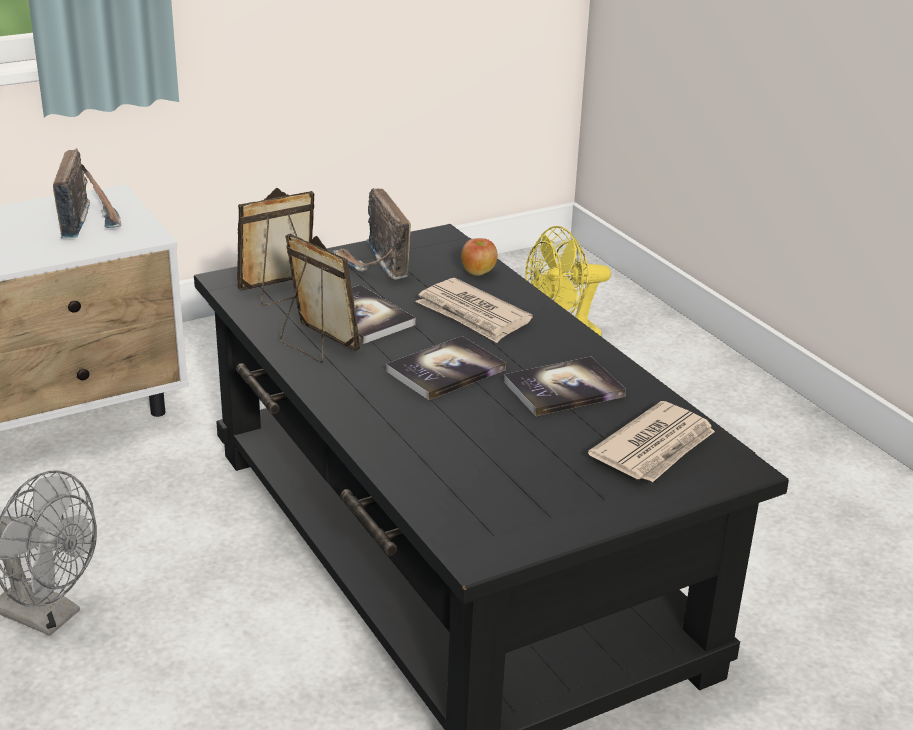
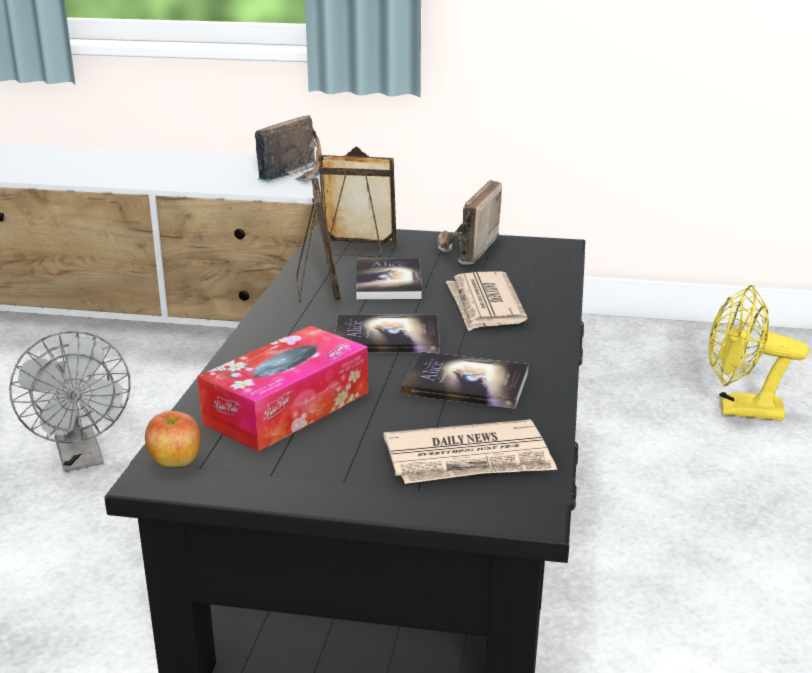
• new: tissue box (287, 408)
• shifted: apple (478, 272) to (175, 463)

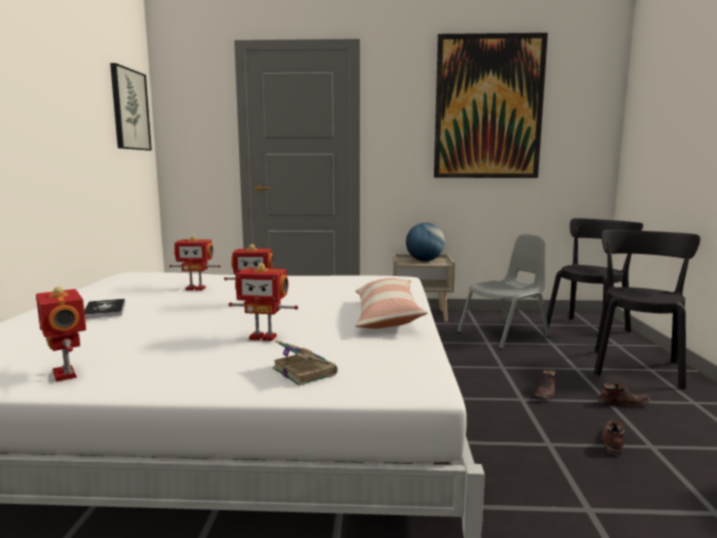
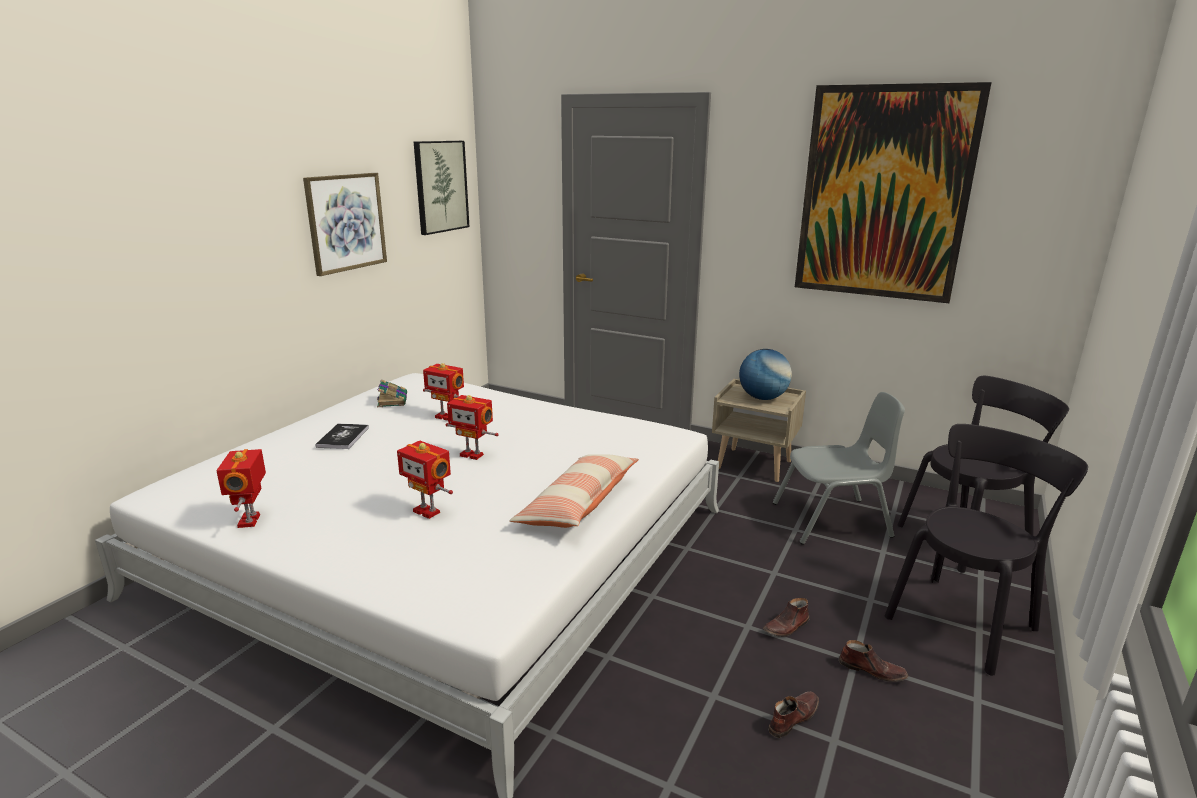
• new: wall picture (346, 222)
• shifted: bound book (303, 371) to (392, 400)

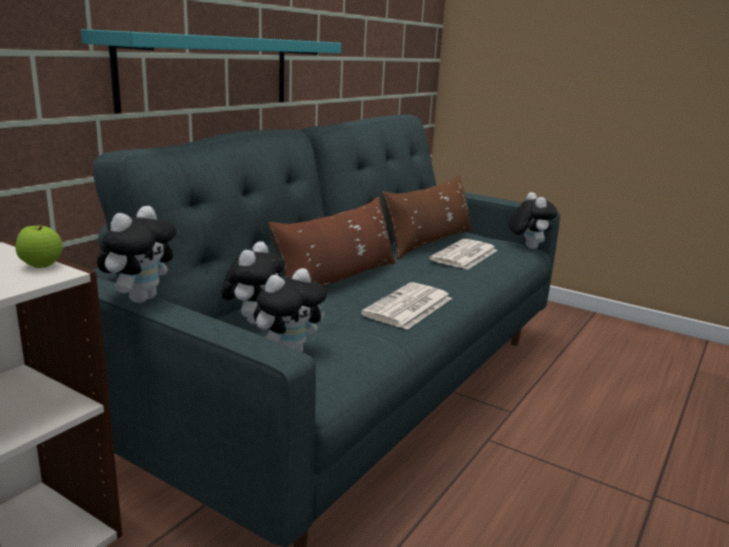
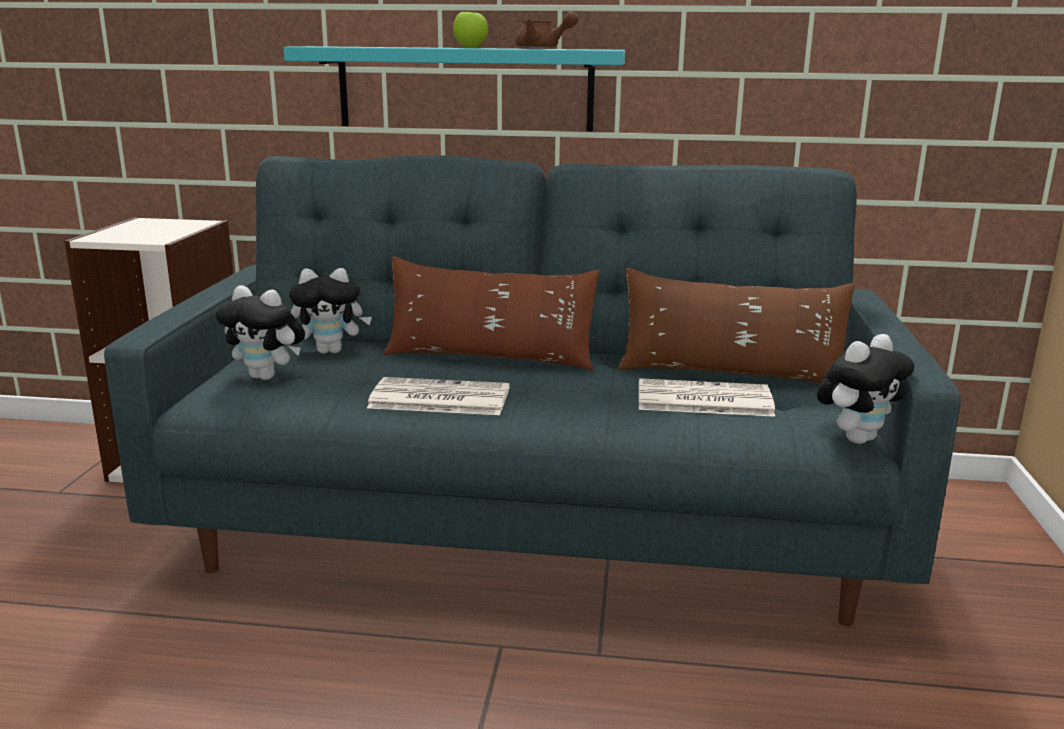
• gone: plush toy (141, 298)
• new: brown-coloured teapot (542, 48)
• shifted: apple (41, 266) to (470, 47)

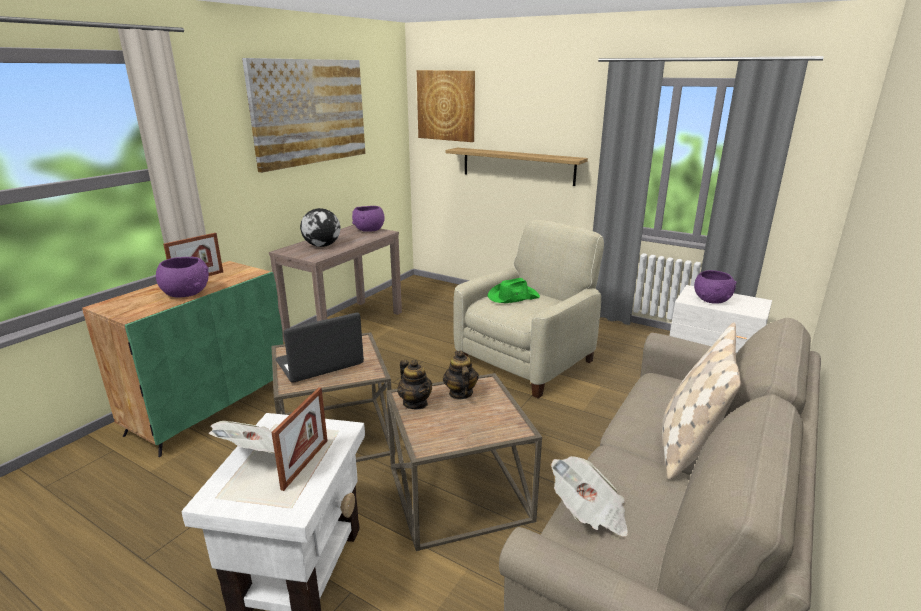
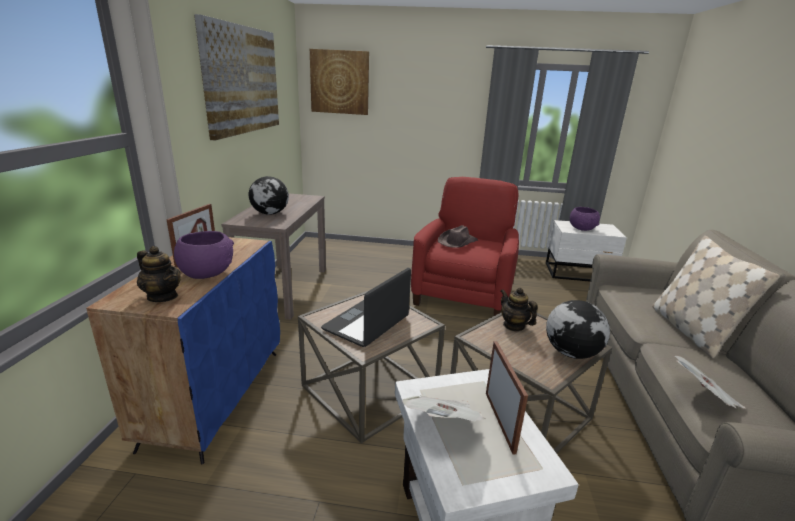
• gone: purple deep dish (368, 230)
• gone: shelf (517, 166)
• new: desk globe (571, 352)
• shifted: teapot (415, 403) to (163, 296)
• repainted: green-coloured storage cabinet (210, 407) to blue-coloured storage cabinet (215, 395)
• repainted: beige-coloured armchair (527, 361) to red-coloured armchair (463, 294)
• repainted: green-coloured wearable hat (512, 297) to brown-coloured wearable hat (457, 242)

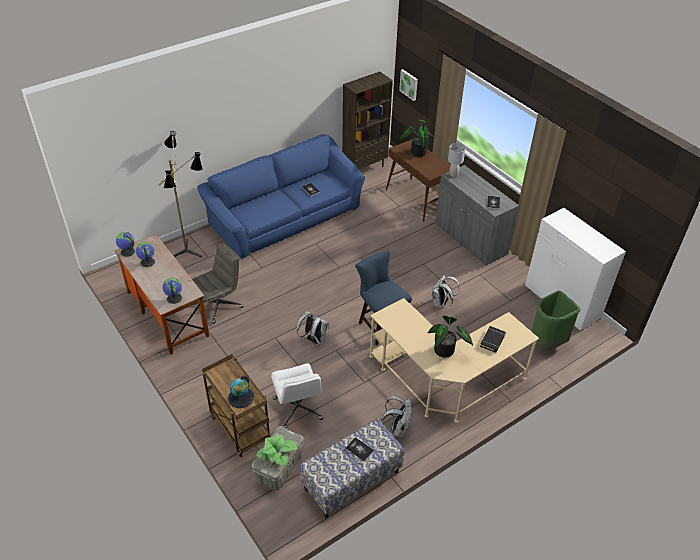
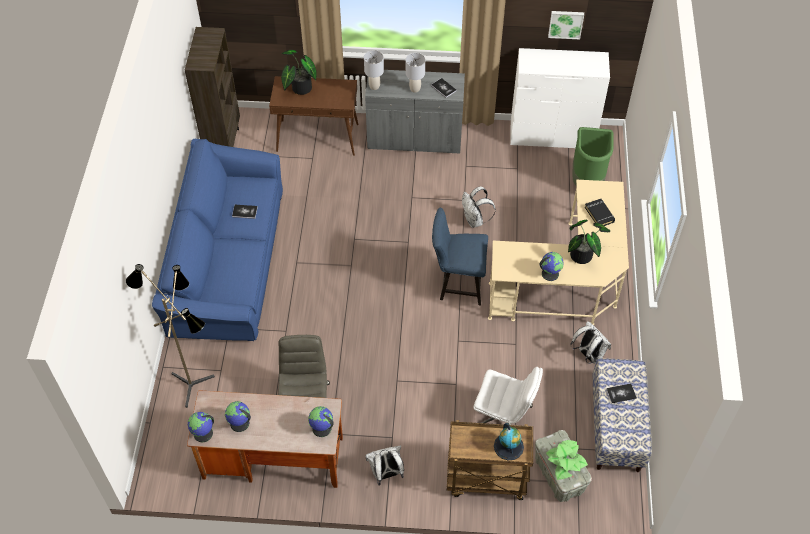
• new: greyish tabletop lamp (415, 89)
• new: desk globe (550, 273)
• shifted: white-coloured backpack (313, 339) to (386, 474)
• shifted: wall picture (409, 84) to (565, 24)

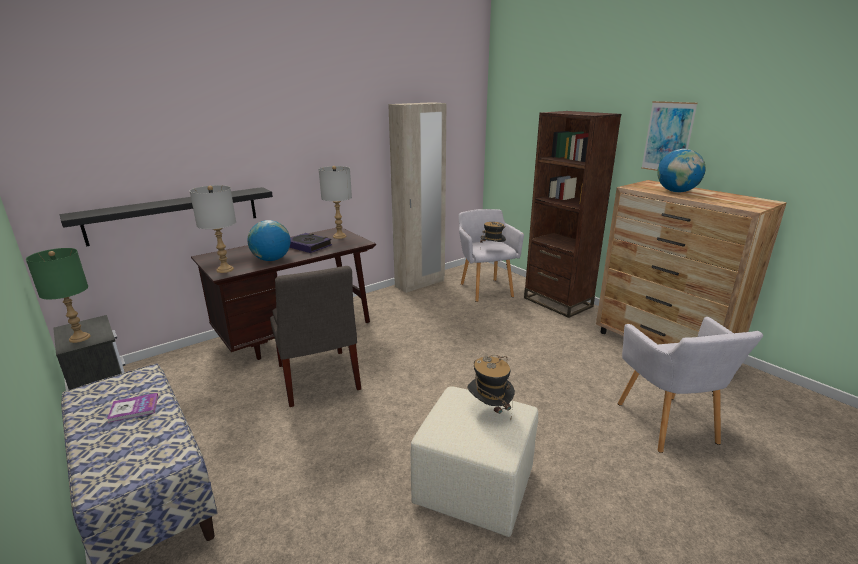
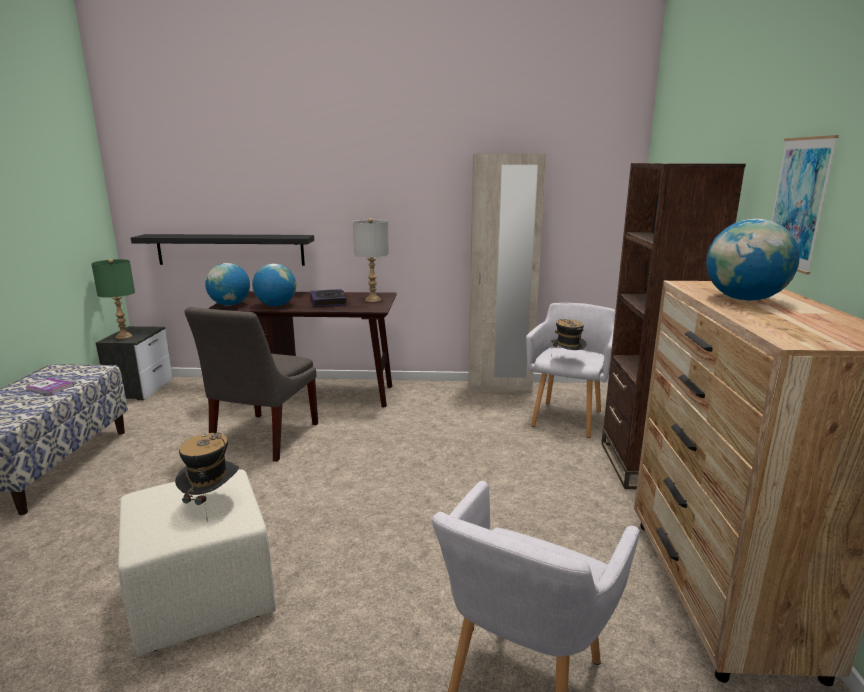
• swapped: greyish tabletop lamp (225, 270) to desk globe (230, 305)

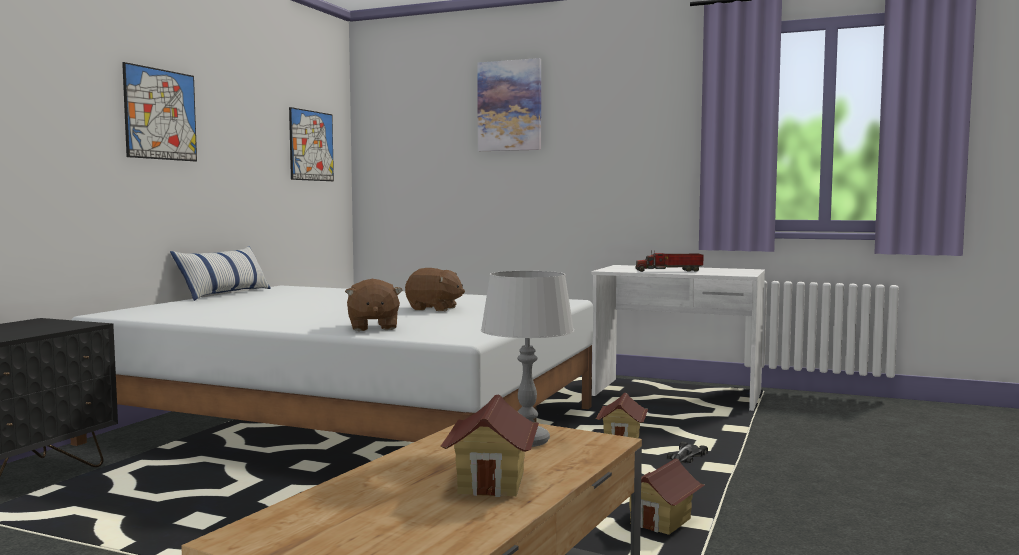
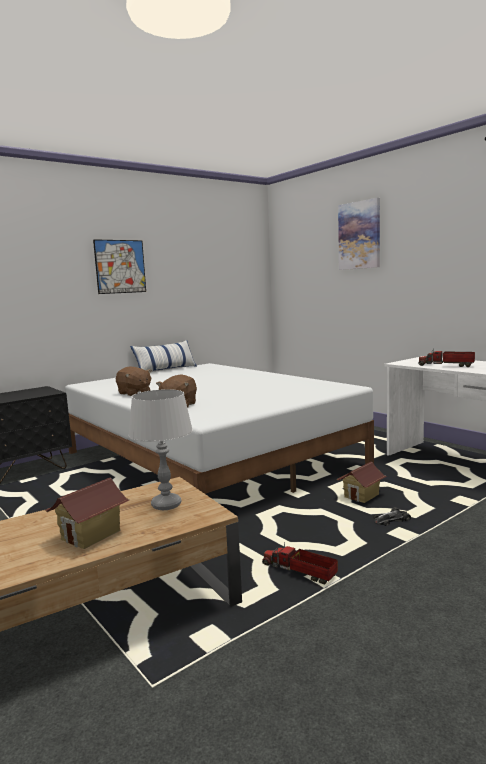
• gone: wall picture (311, 145)
• shifted: brown-coloured plush toy (434, 309) to (134, 393)
• swapped: toy house (661, 523) to toy lorry (300, 573)

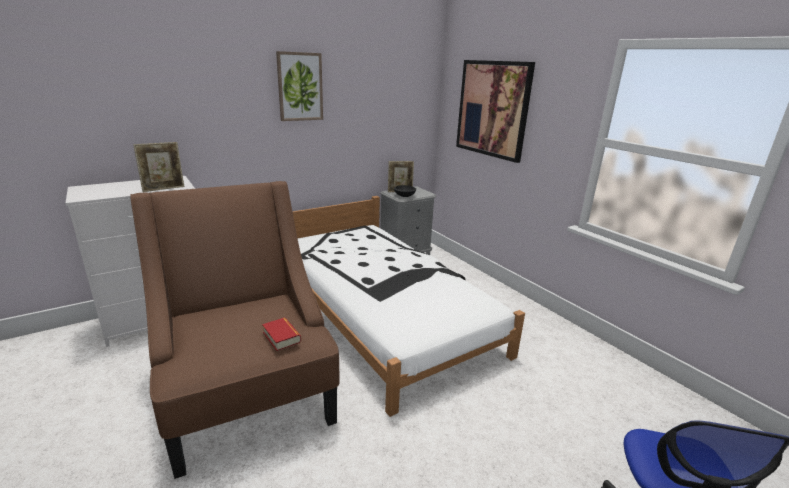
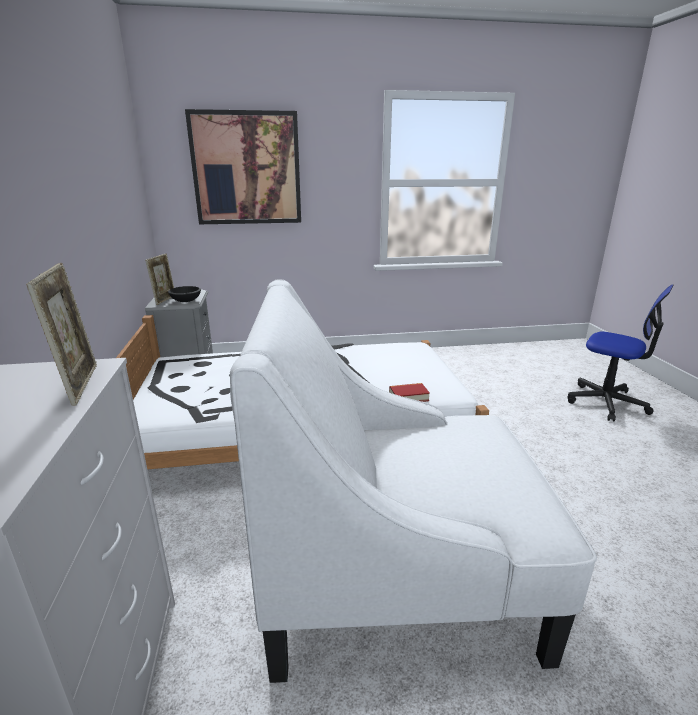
• gone: wall picture (300, 87)
• shifted: bound book (281, 337) to (408, 397)
• repainted: brown-coloured armchair (246, 389) to white-coloured armchair (399, 574)

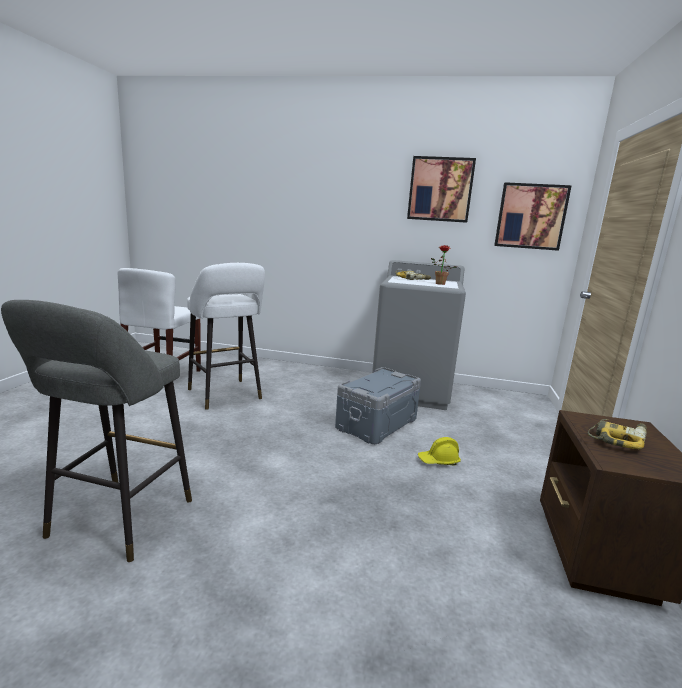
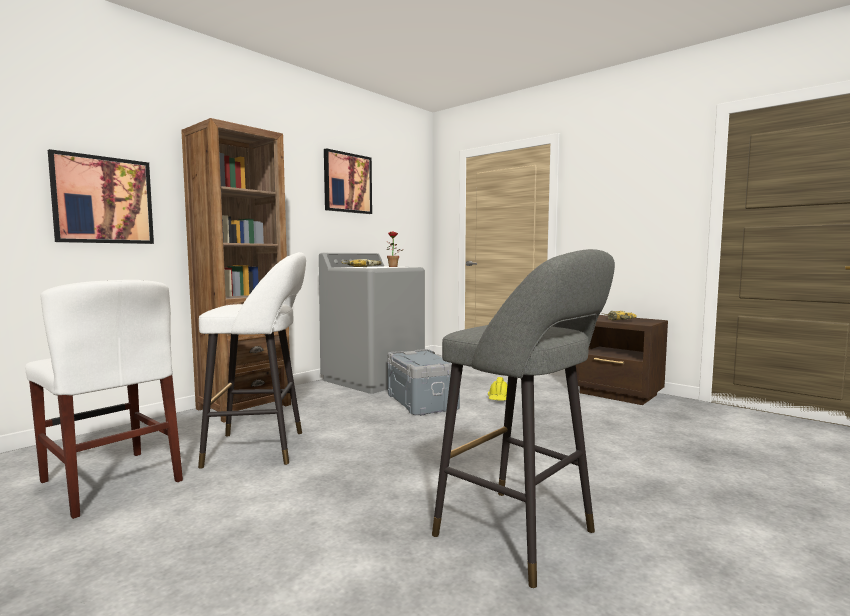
• new: brown-coloured bookshelf (244, 407)
• shifted: wall picture (531, 216) to (103, 200)

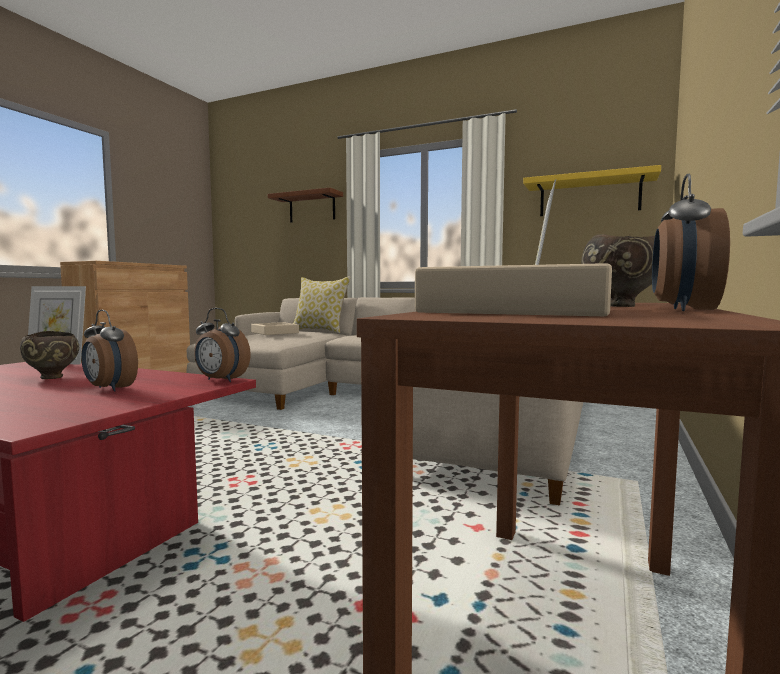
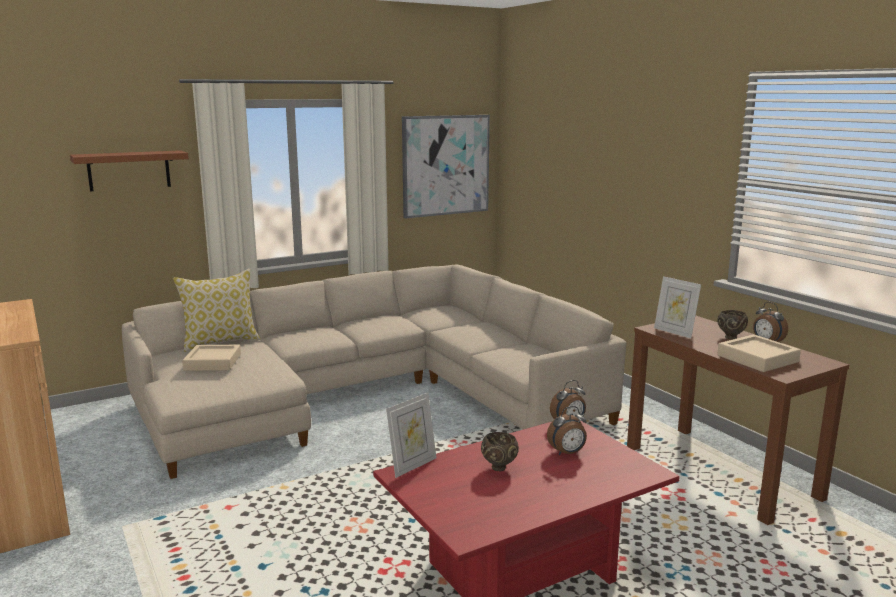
• swapped: yellow-coloured shelf (589, 196) to wall picture (445, 165)

